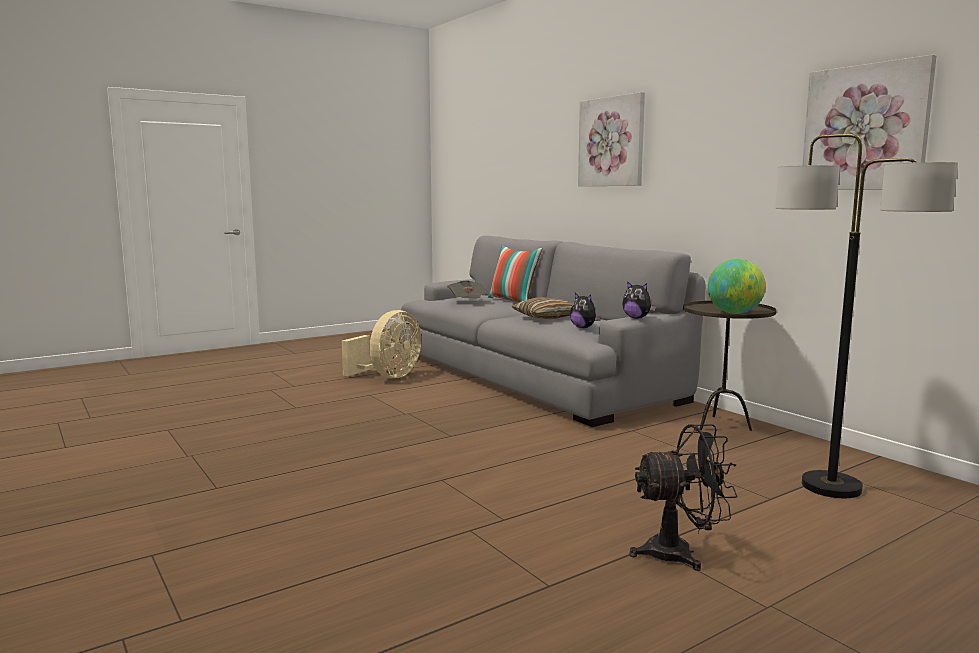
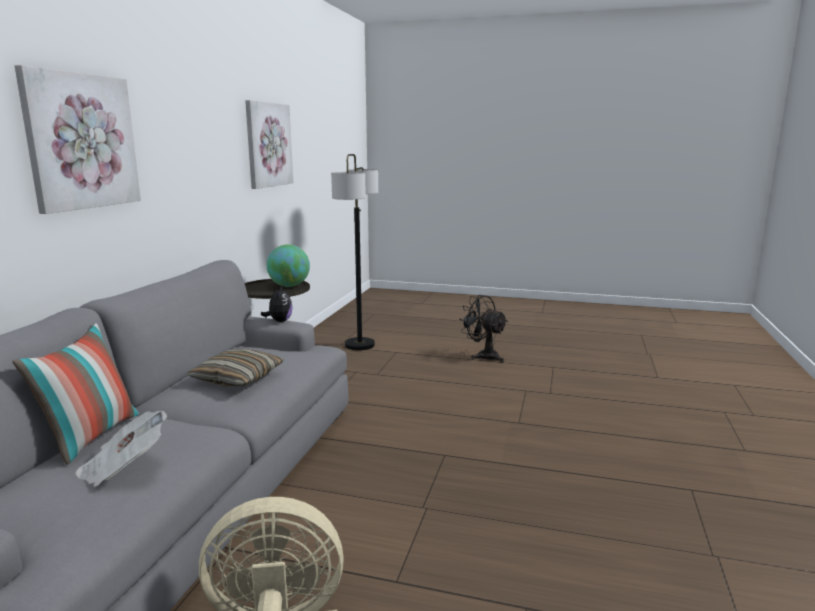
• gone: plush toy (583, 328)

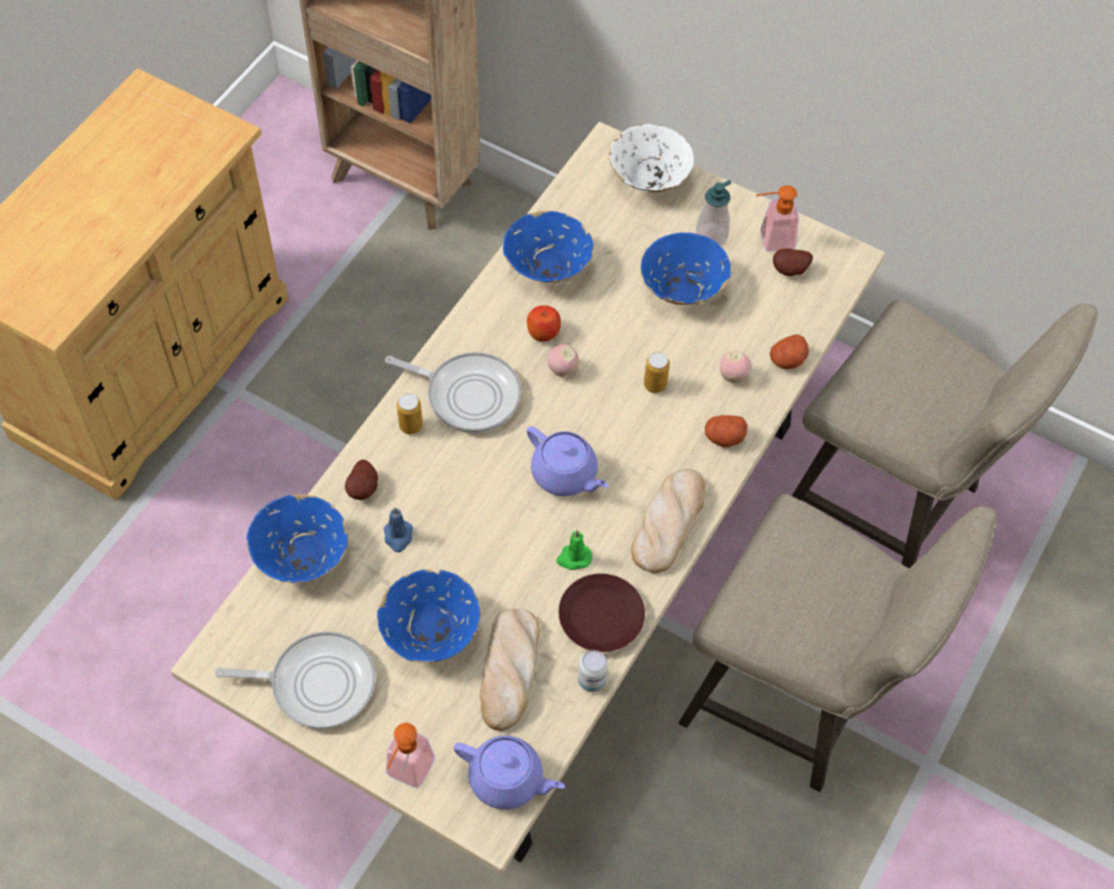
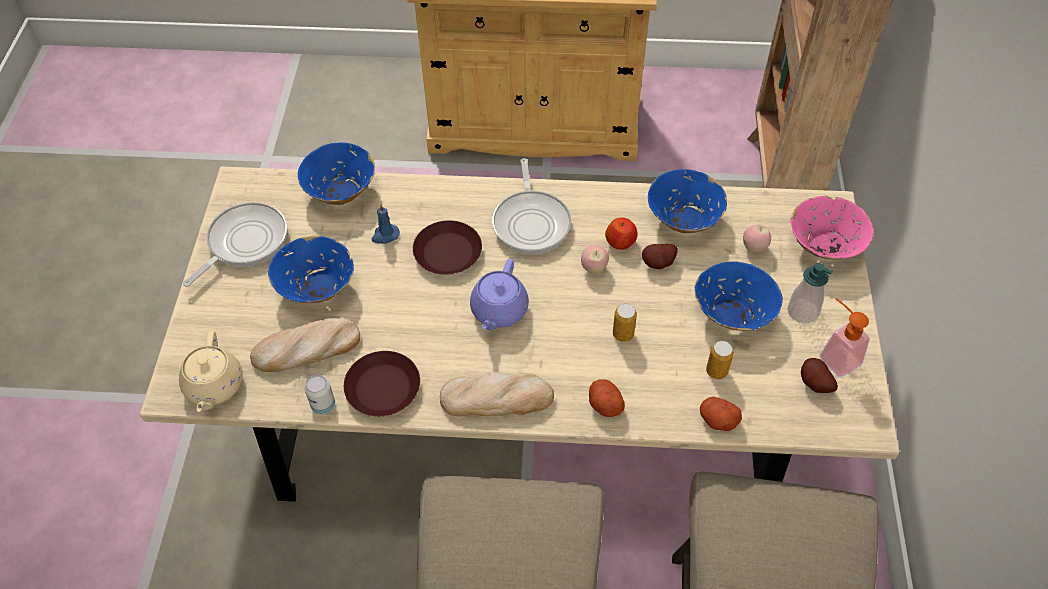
• gone: soap dispenser (406, 773)
• gone: green-coloured wax candle (573, 558)
• new: brown-coloured dinner plate (447, 252)
• shifted: whole potato (364, 488) to (659, 264)
• shifted: sealed can (411, 425) to (716, 371)
• shifted: apple (733, 376) to (754, 248)
• repainted: purple teapot (508, 779) to beige-coloured teapot (214, 386)
• repainted: white-coloured deep dish (649, 178) to pinkish deep dish (825, 245)
• rotated: skillet (316, 683) = (244, 243) 120 degrees counterclockwise

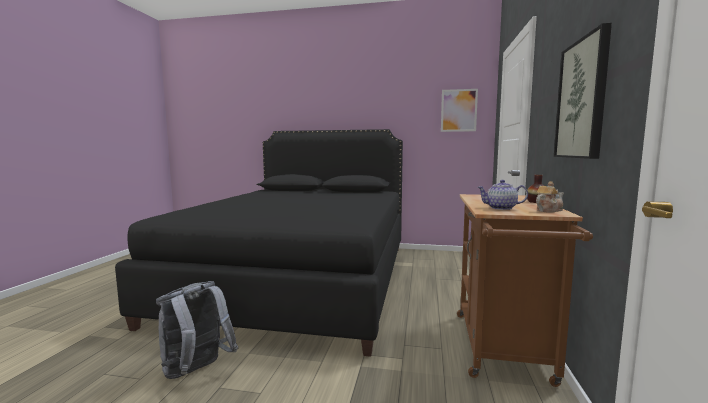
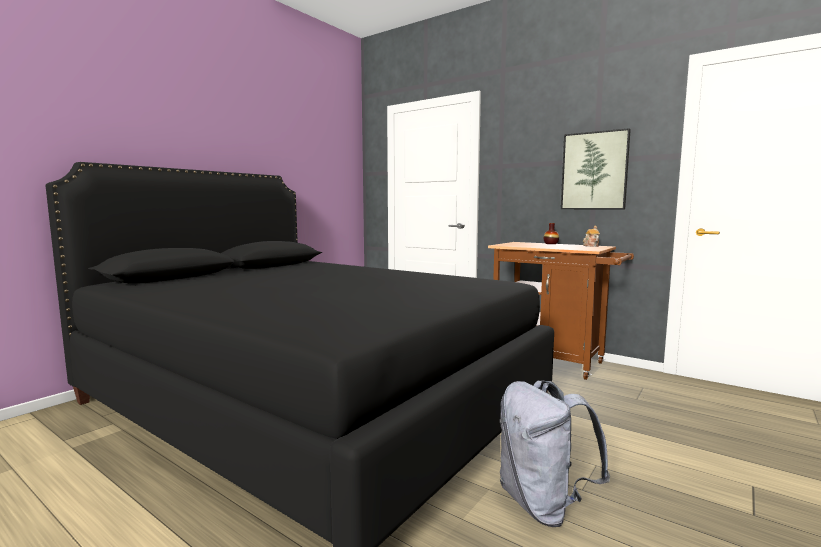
• gone: wall picture (458, 110)
• gone: teapot (501, 208)

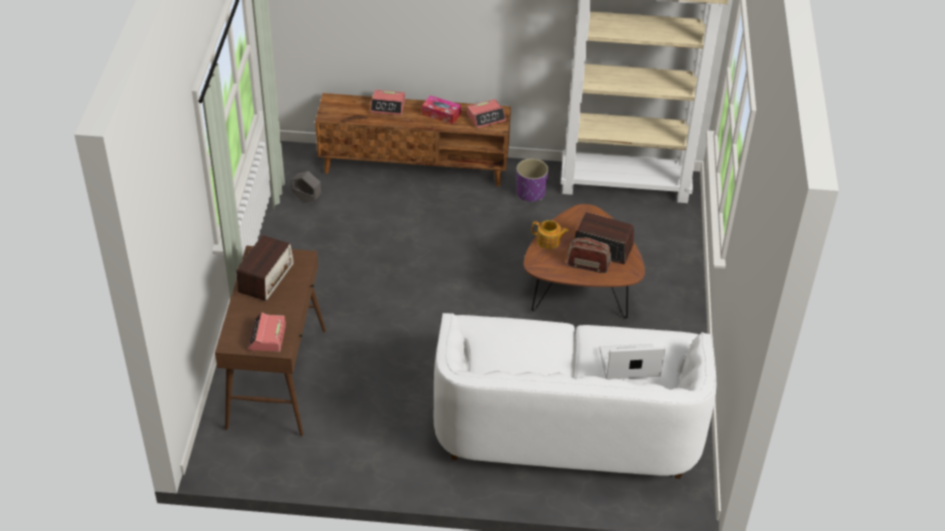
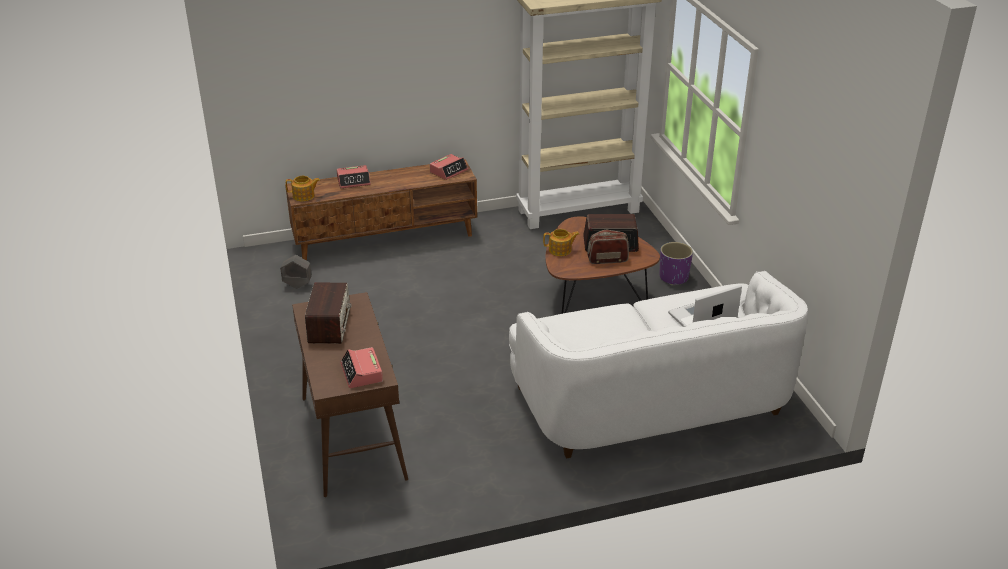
• gone: tissue box (441, 114)
• new: teapot (304, 196)
• shifted: purple plant pot (530, 193) to (673, 277)

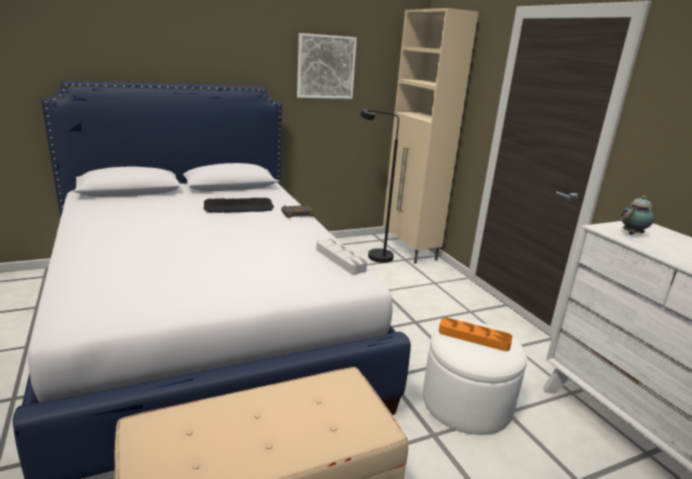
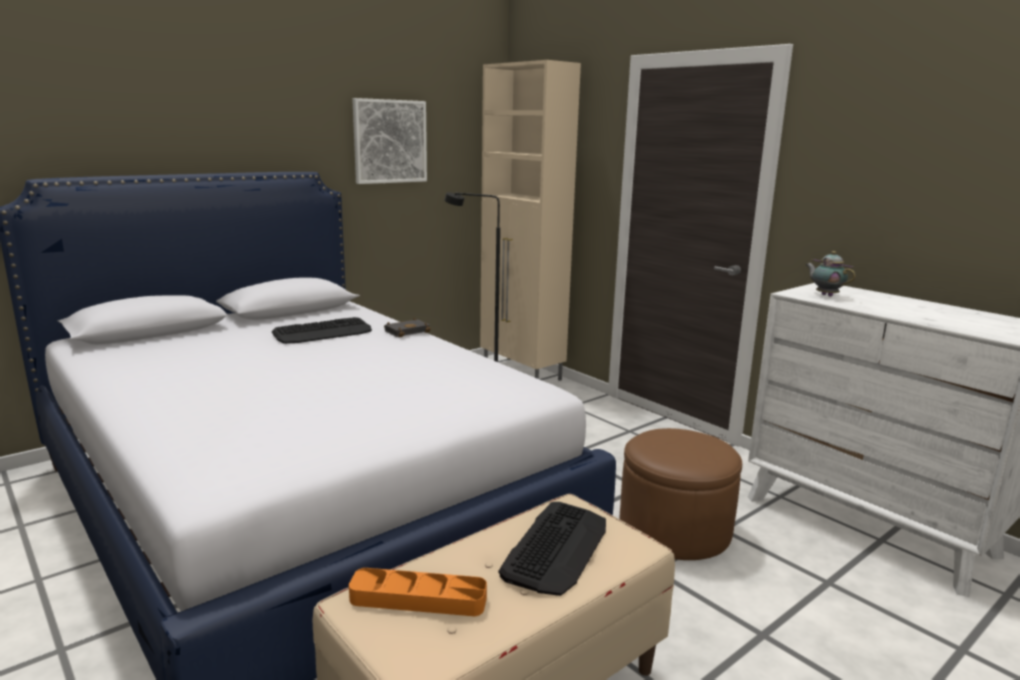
• gone: greyish tray (340, 259)
• new: computer keyboard (556, 547)
• shifted: orange-coloured tray (474, 337) to (418, 599)
• repainted: white-coloured ottoman (467, 402) to brown-coloured ottoman (675, 528)
• rotated: teapot (633, 234) = (825, 295) 75 degrees counterclockwise

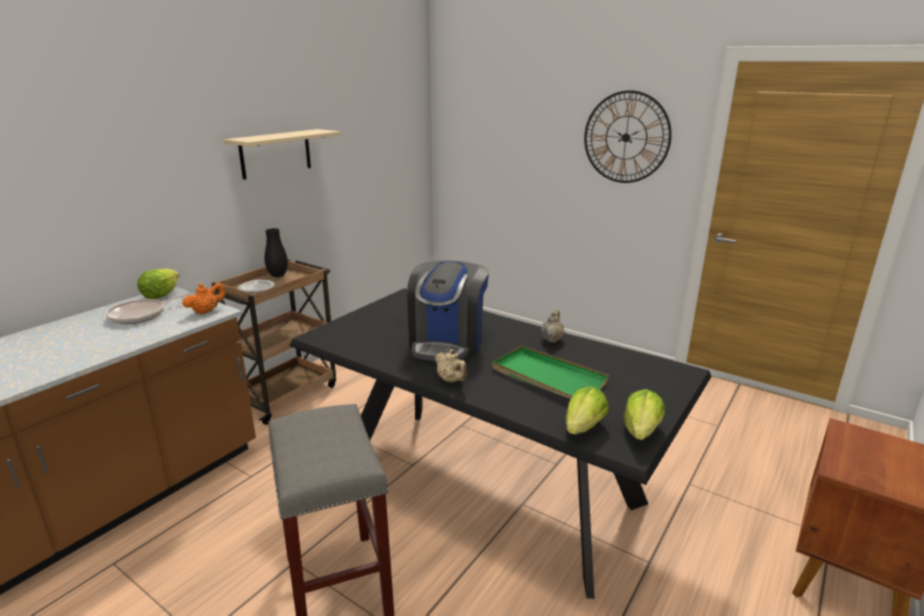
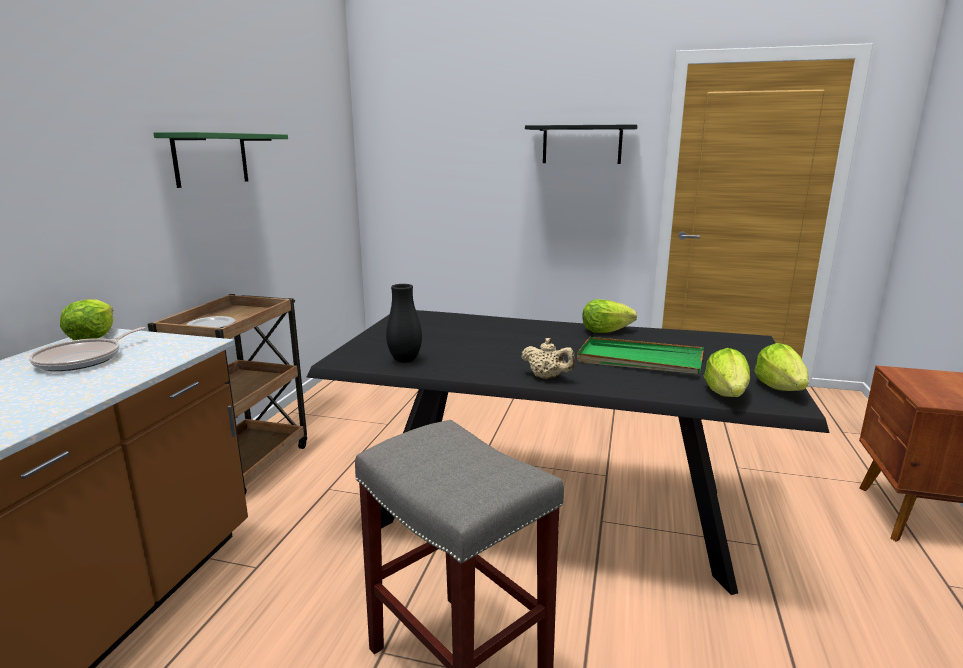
• gone: orange-coloured teapot (206, 311)
• gone: coffee brewer (447, 343)
• shifted: black-coloured decorative vase (278, 276) to (405, 360)
• swapped: beige-coloured teapot (552, 339) to lettuce head (605, 331)
• swapped: wall clock (626, 137) to black-coloured shelf (582, 144)
• repainted: beige-coloured shelf (276, 153) to green-coloured shelf (211, 159)

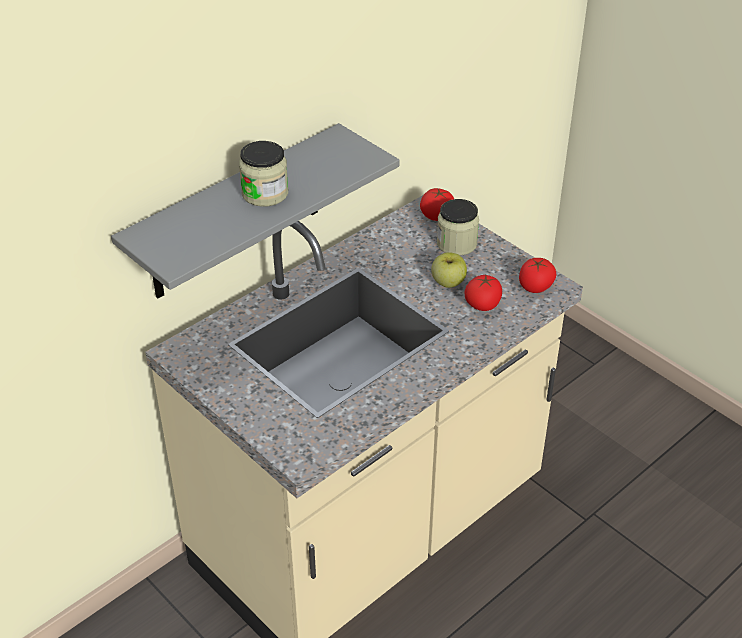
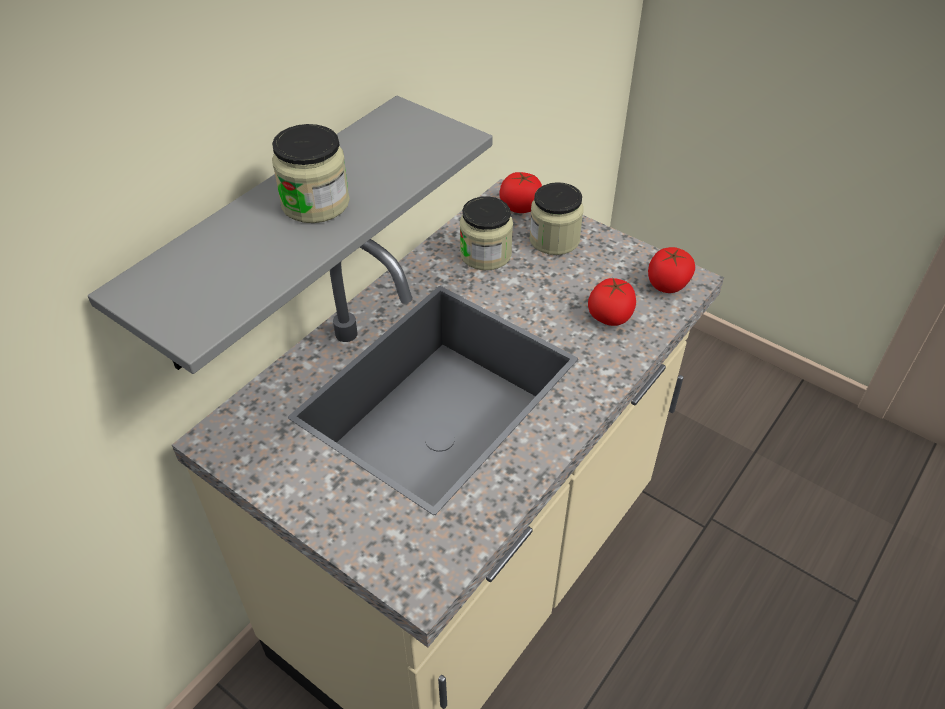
• gone: apple (448, 282)
• new: preserve jar (485, 254)

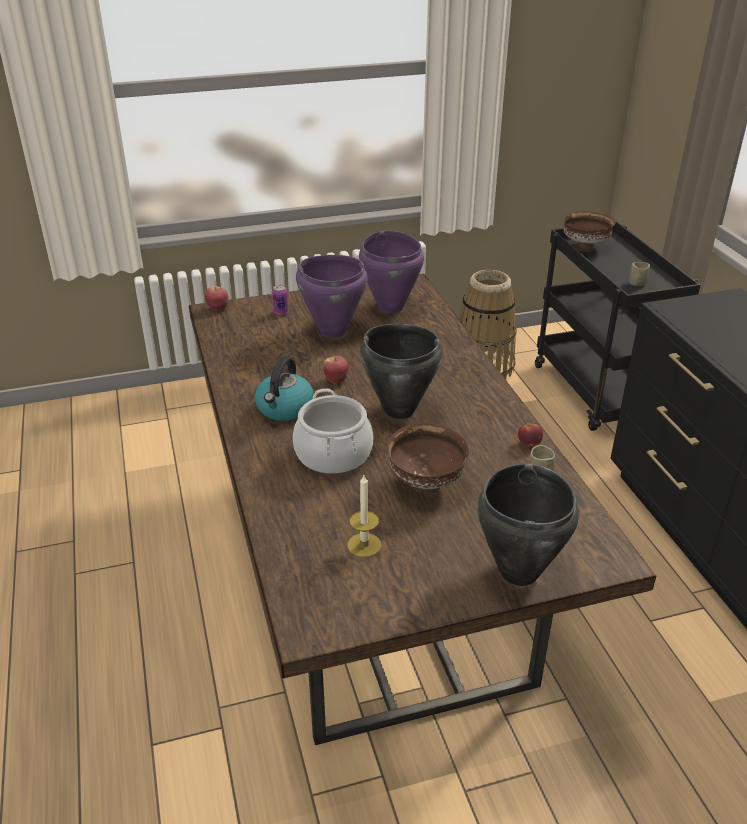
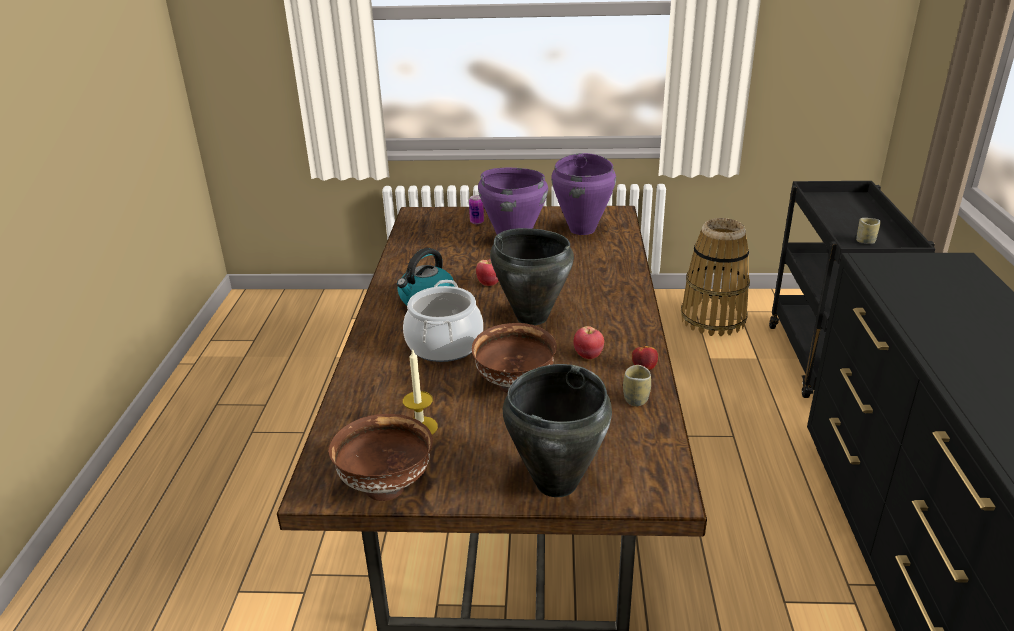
• shifted: apple (218, 308) to (588, 355)
• shifted: brown-coloured deep dish (584, 247) to (386, 486)

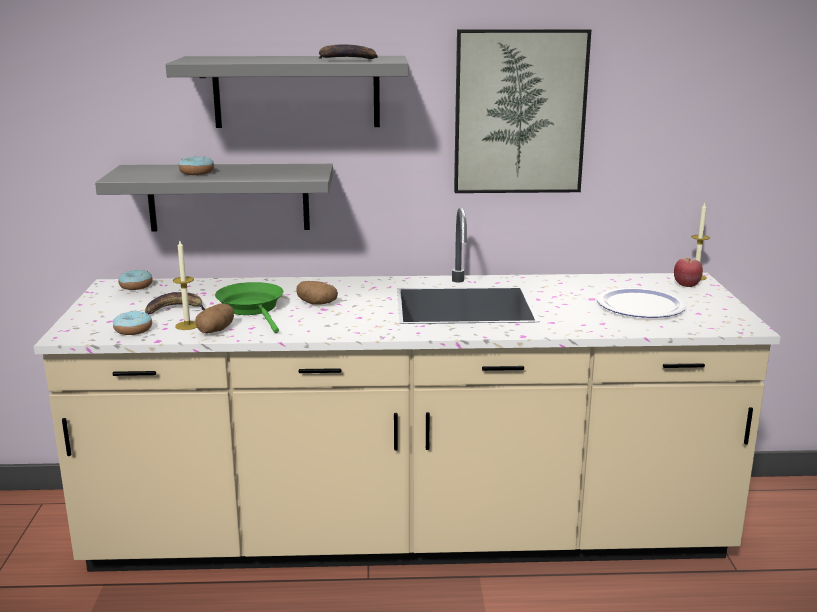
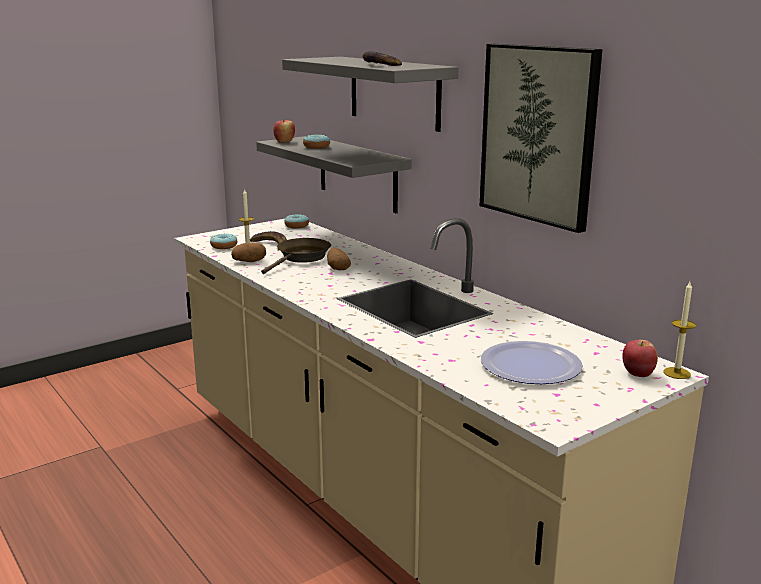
• new: apple (284, 142)
• repainted: green-coloured skillet (253, 308) to brown-coloured skillet (301, 258)

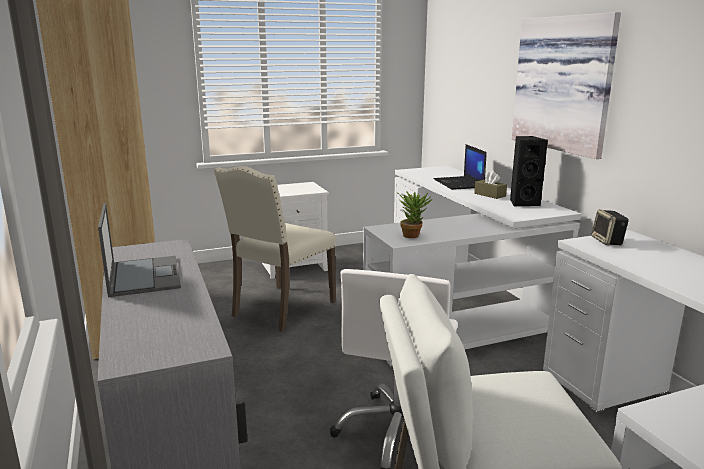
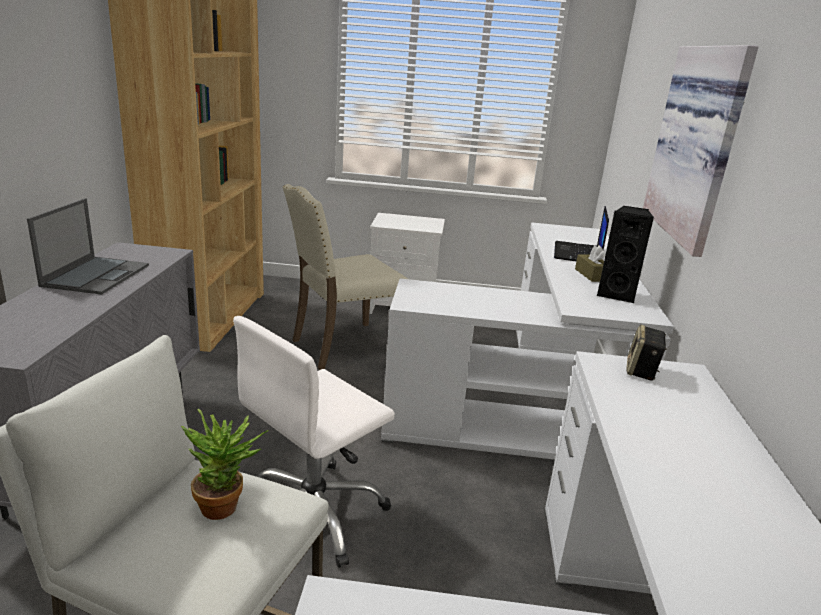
• shifted: potted plant (413, 235) to (227, 507)

